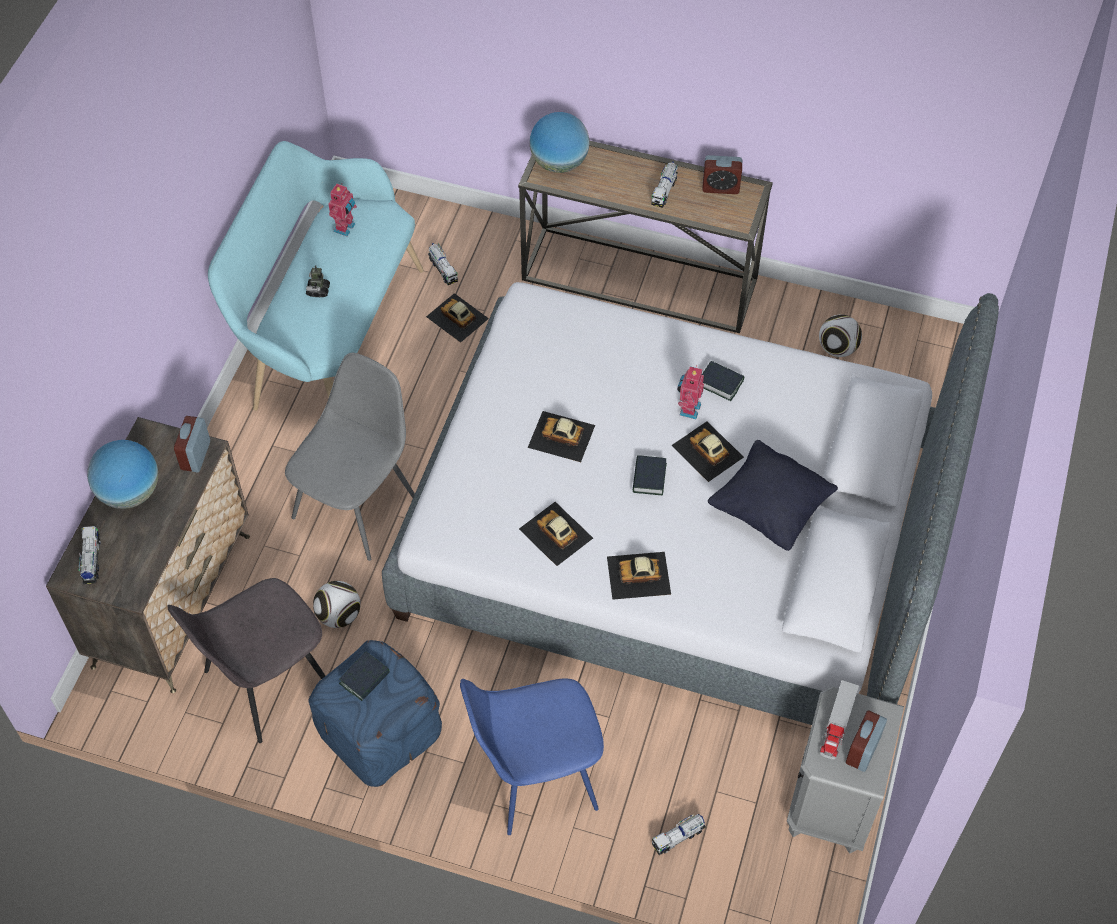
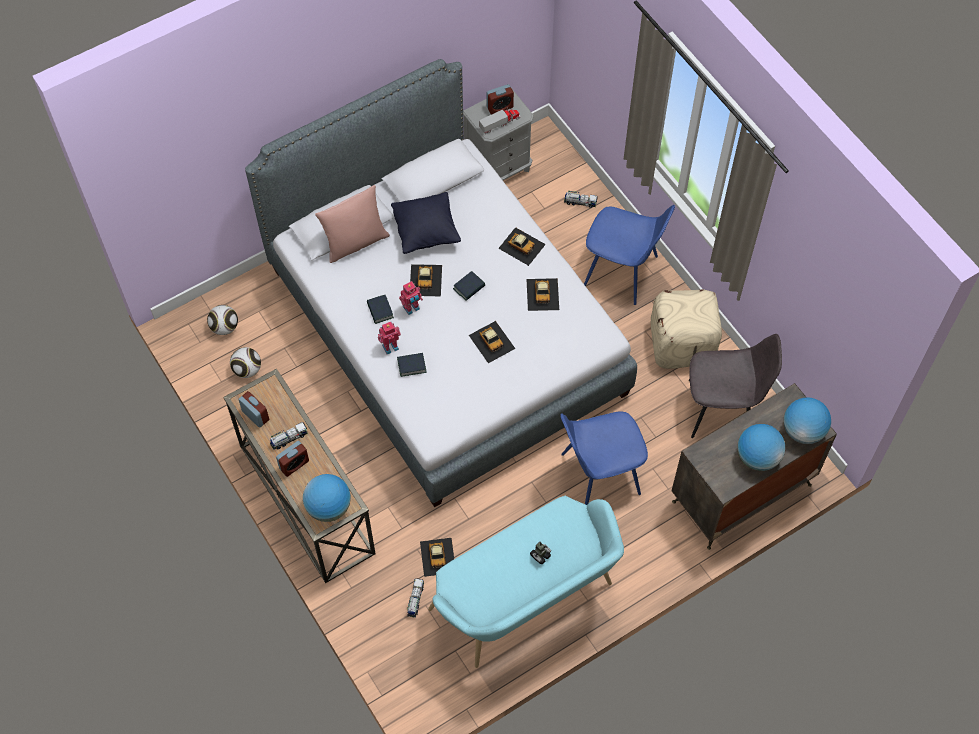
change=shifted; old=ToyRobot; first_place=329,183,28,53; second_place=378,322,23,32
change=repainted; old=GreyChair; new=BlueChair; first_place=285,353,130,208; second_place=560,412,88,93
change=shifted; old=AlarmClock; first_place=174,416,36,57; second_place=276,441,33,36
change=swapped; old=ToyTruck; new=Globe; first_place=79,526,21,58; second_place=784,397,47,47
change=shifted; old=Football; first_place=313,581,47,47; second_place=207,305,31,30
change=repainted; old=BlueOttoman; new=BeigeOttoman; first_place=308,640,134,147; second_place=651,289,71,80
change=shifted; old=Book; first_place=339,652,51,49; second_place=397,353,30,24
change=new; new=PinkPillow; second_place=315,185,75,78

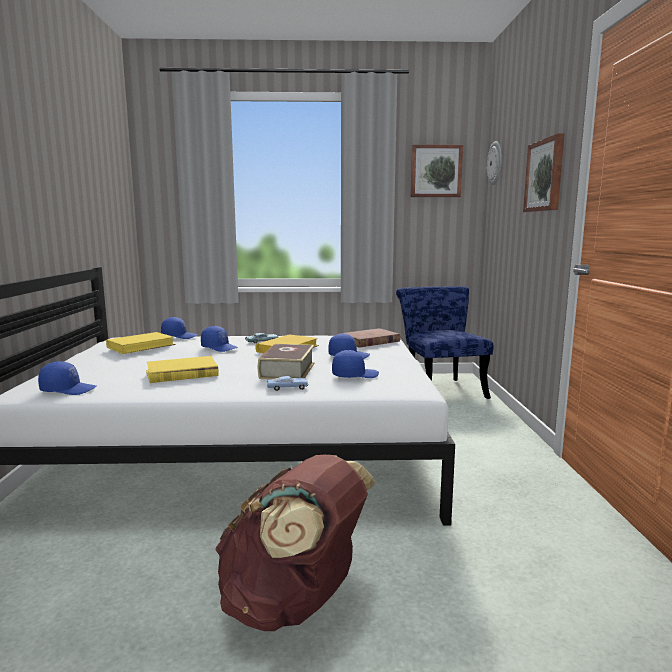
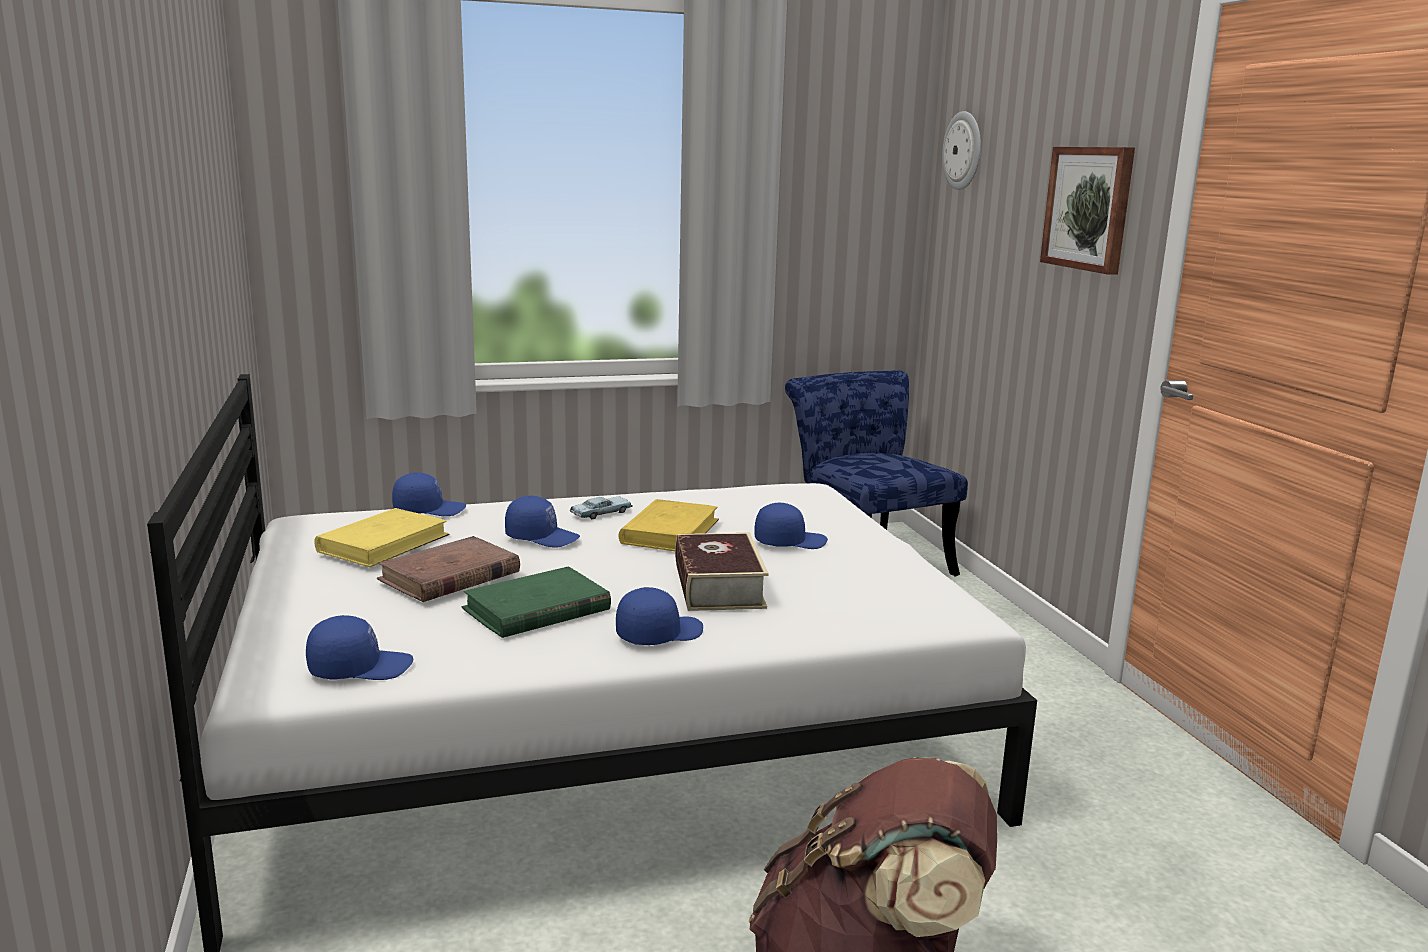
change=gone; old=Picture; first_place=410,145,53,52
change=shifted; old=BrownBook; first_place=340,328,61,20; second_place=377,536,143,66
change=shifted; old=BlueCap; first_place=332,350,47,28; second_place=616,587,87,58
change=repainted; old=YellowBook; new=GreenBook; first_place=146,356,73,27; second_place=462,567,149,71
change=gone; old=BlueToyCar; first_place=267,376,41,15

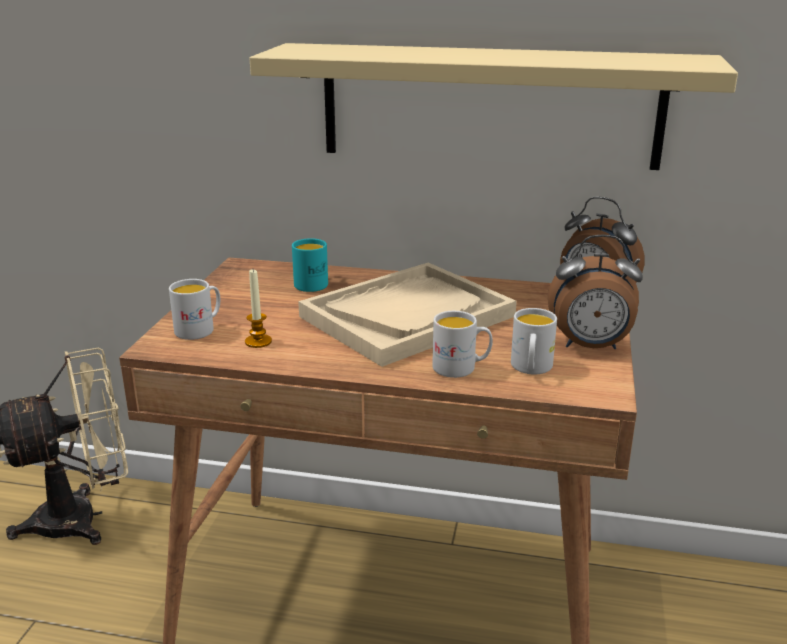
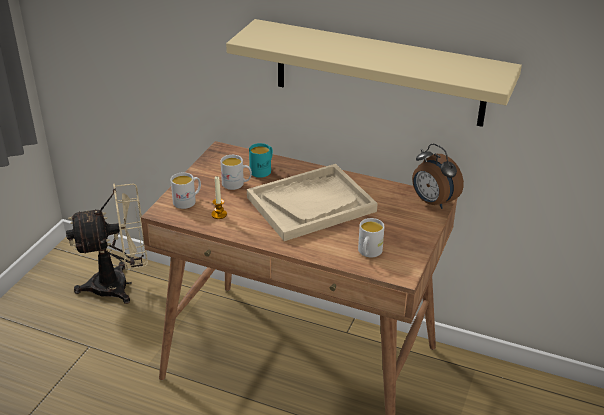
change=gone; old=AlarmClock; first_place=548,235,95,114
change=shifted; old=WhiteMug; first_place=432,311,61,67; second_place=221,155,31,35

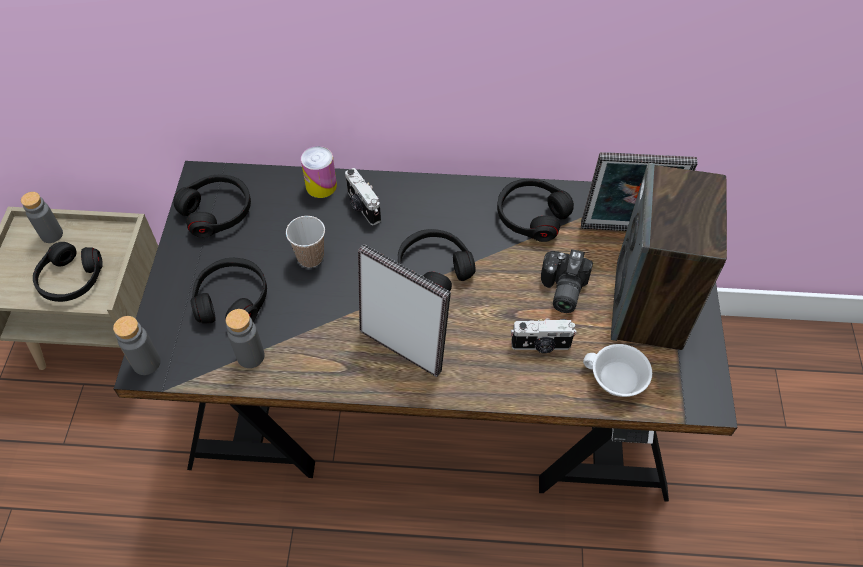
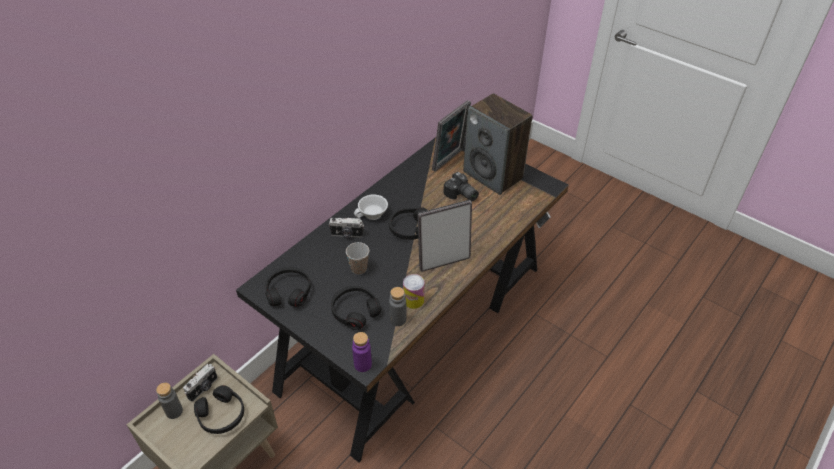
change=shifted; old=Can; first_place=301,146,36,52; second_place=403,274,22,35
change=gone; old=BlackHeadphones; first_place=497,179,77,63
change=repainted; old=GreyBottle; new=PurpleBottle; first_place=113,316,48,59; second_place=352,332,20,40
change=shifted; old=PhotoCamera; first_place=511,318,66,35; second_place=183,364,35,38
change=shifted; old=WhiteCup; first_place=583,344,69,53; second_place=354,195,34,25

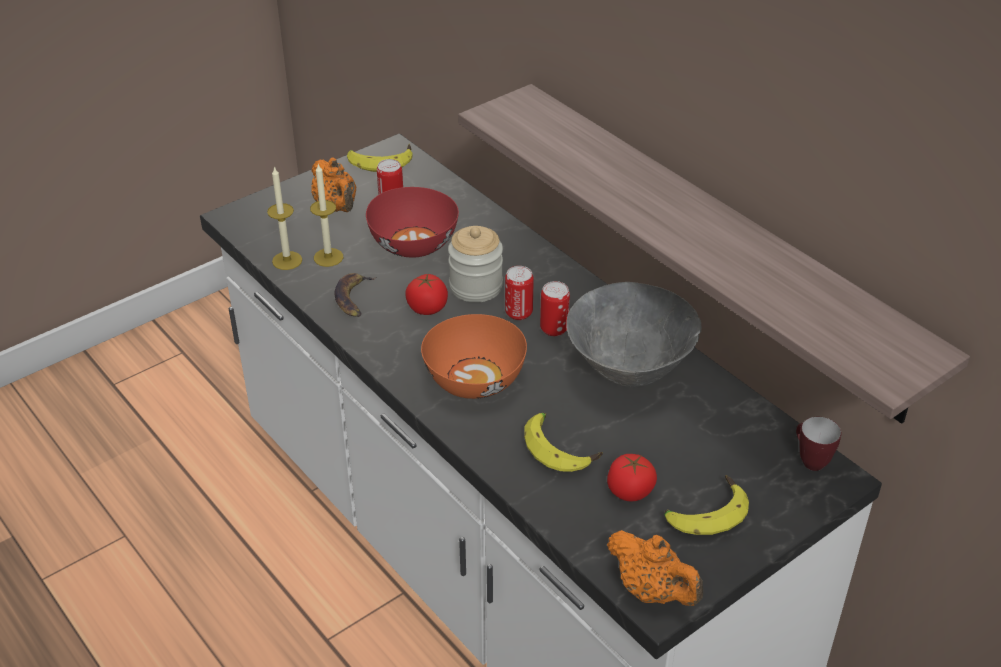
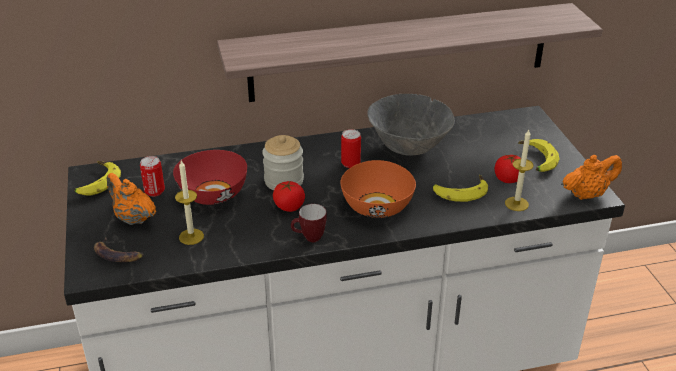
change=rotated; old=OrangeTeapot; first_place=311,158,45,54; second_place=107,173,49,52; degrees=-135
change=shifted; old=Candle; first_place=267,166,35,104; second_place=505,130,29,81
change=gone; old=Can; first_place=505,266,29,54
change=shifted; old=Banana; first_place=334,273,42,44; second_place=94,237,50,25
change=shifted; old=Mug; first_place=796,417,45,54; second_place=291,204,36,38

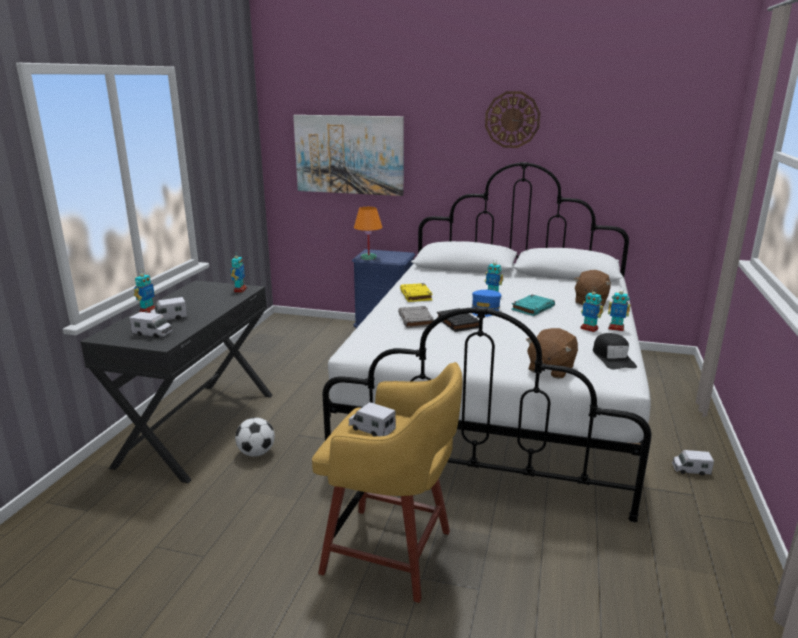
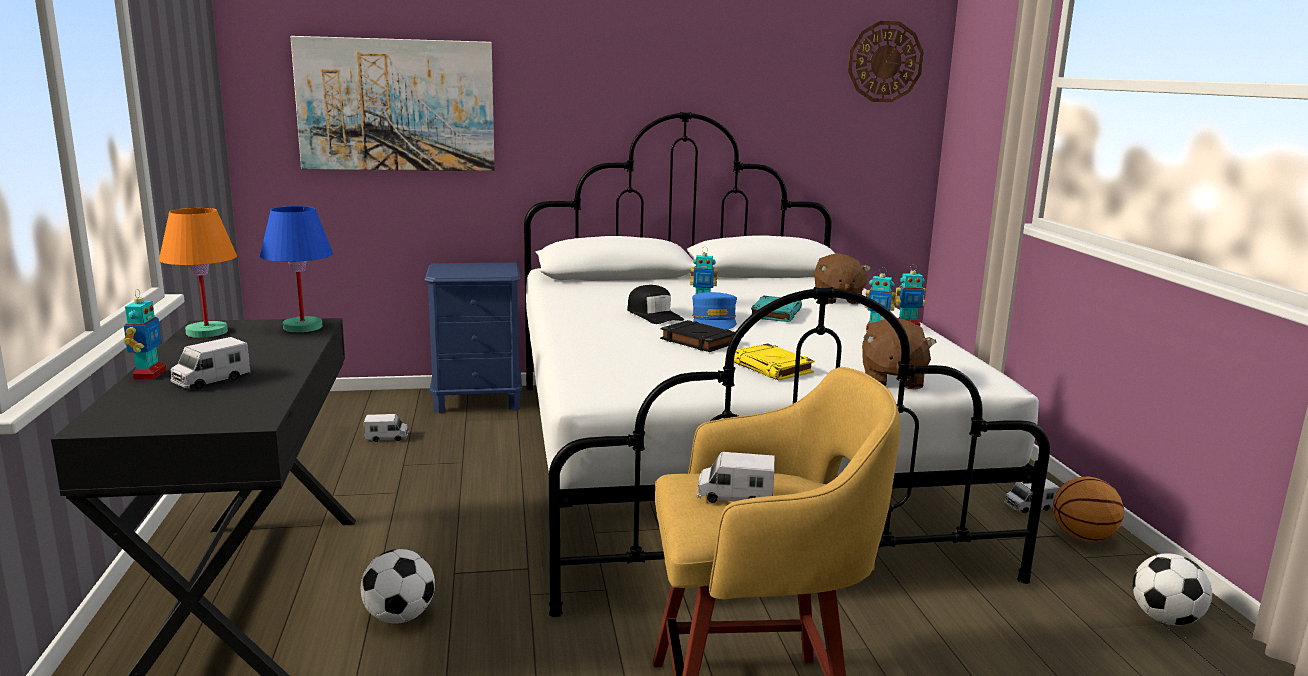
change=shifted; old=WallClock; first_place=485,91,55,57; second_place=848,21,76,81
change=shifted; old=OrangeTableLamp; first_place=354,207,28,53; second_place=159,208,78,130
change=swapped; old=ToyRobot; new=BlueTableLamp; first_place=231,253,16,40; second_place=260,206,73,126
change=shifted; old=YellowBook; first_place=400,283,33,19; second_place=734,343,81,37
change=gone; old=GreyBook; first_place=398,306,36,22
change=shifted; old=ToyTruck; first_place=130,312,42,26; second_place=364,414,45,28
change=shifted; old=BlackCap; first_place=593,333,44,36; second_place=627,285,57,39
change=new; new=Basketball; second_place=1053,476,71,66
change=new; new=Football; second_place=1133,554,79,71

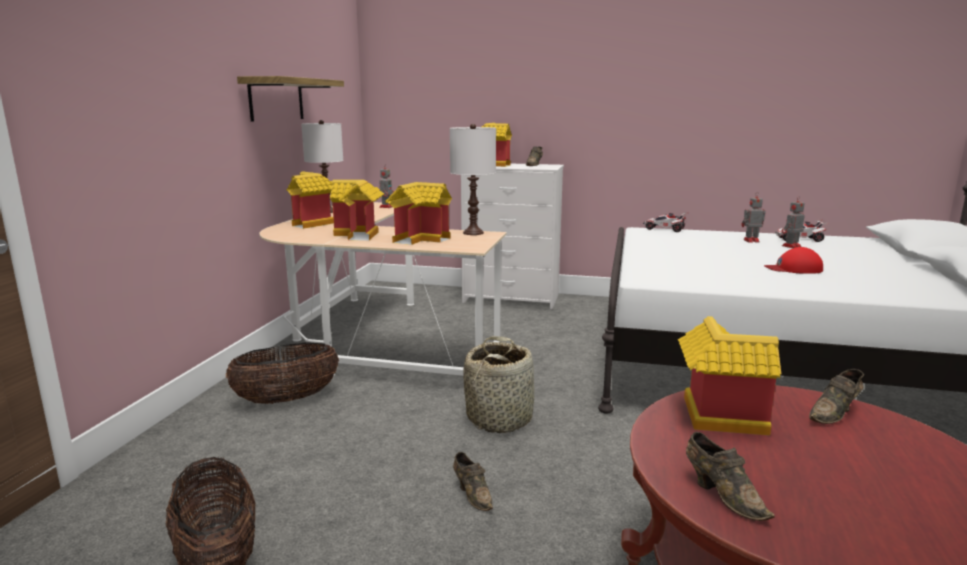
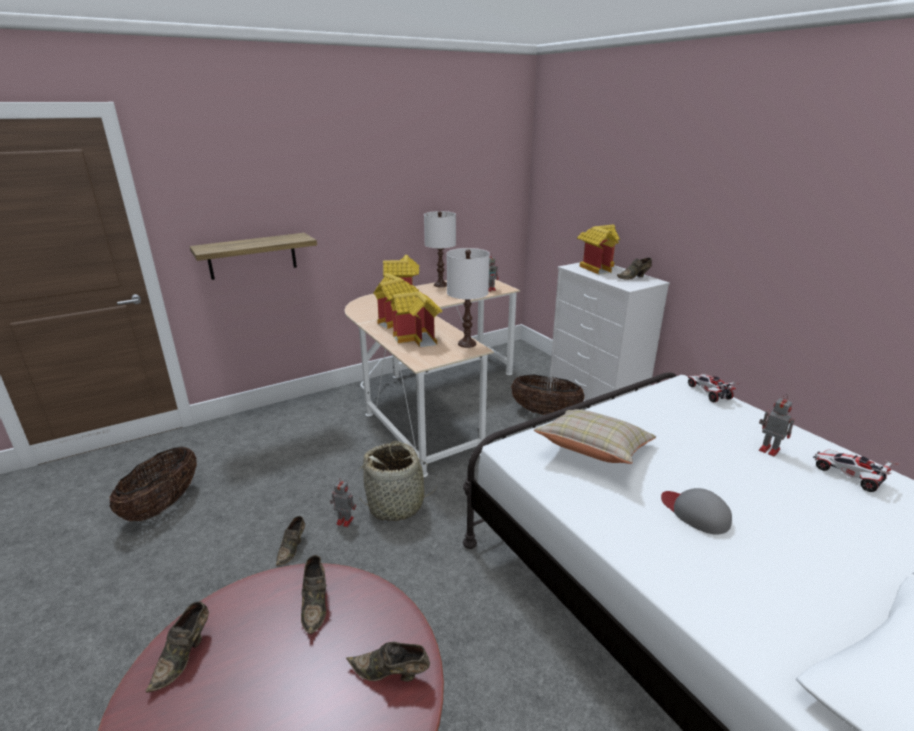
change=shifted; old=Shelf; first_place=237,76,107,46; second_place=190,233,127,47
change=shifted; old=ToyRobot; first_place=782,197,23,51; second_place=330,478,26,49
change=repainted; old=RedCap; new=GreyCap; first_place=764,247,59,27; second_place=661,488,71,47
change=swapped; old=ToyHouse; new=BrownShoe; first_place=678,316,103,120; second_place=301,555,26,80
change=shifted; old=Basket; first_place=226,342,113,62; second_place=511,374,73,41
change=new; new=BeigePillow; second_place=534,409,122,55

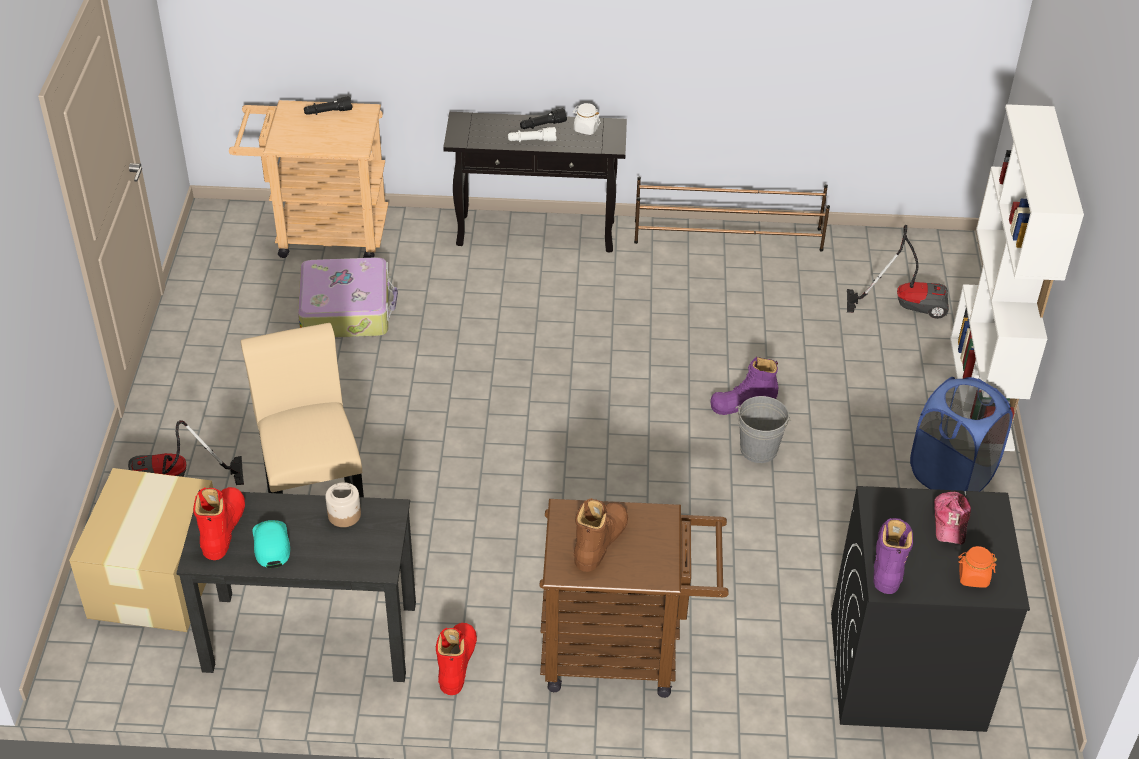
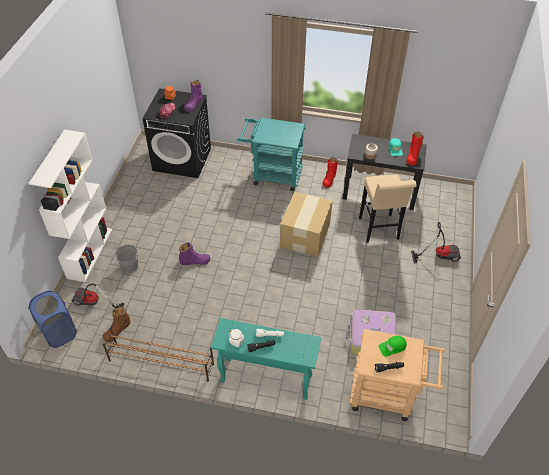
change=repainted; old=BlackConsoleTable; new=TurquoiseConsoleTable; first_place=443,112,184,140; second_place=211,318,110,82
change=shifted; old=BlueLaundryBasket; first_place=910,377,103,115; second_place=28,291,49,57
change=shifted; old=GreyBucket; first_place=735,396,57,67; second_place=115,244,23,29
change=shifted; old=CardboardBox; first_place=69,468,144,164; second_place=280,192,53,65
change=shifted; old=BrownBoot; first_place=573,498,55,74; second_place=103,306,28,36
change=repainted; old=BrownCart; new=TurquoiseCart; first_place=540,499,189,199; second_place=237,118,69,73
change=new; new=GreenCap; second_place=379,336,28,21

